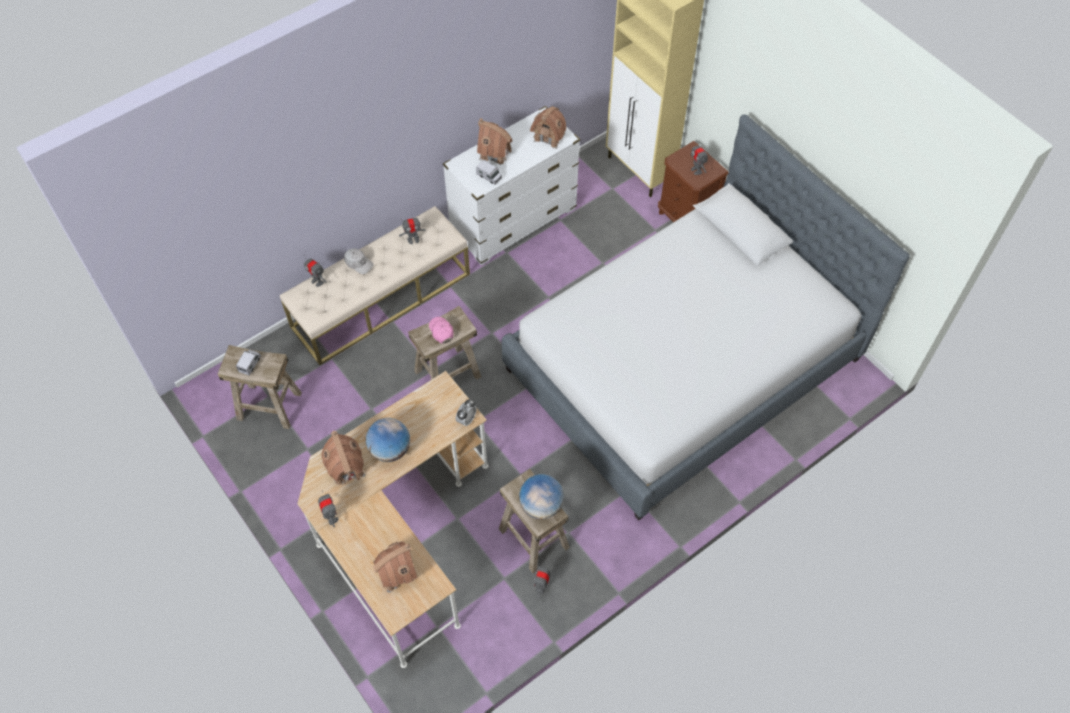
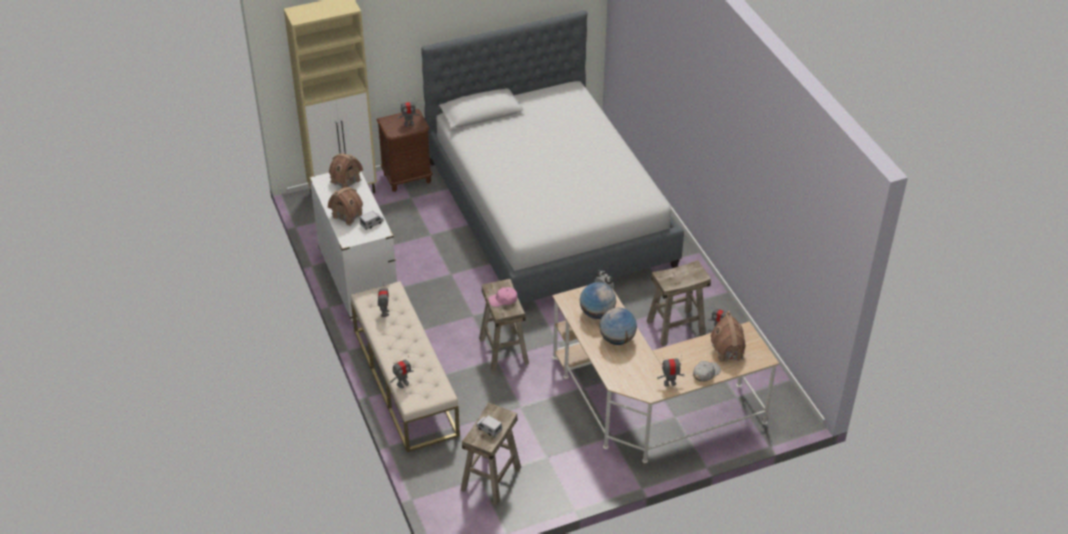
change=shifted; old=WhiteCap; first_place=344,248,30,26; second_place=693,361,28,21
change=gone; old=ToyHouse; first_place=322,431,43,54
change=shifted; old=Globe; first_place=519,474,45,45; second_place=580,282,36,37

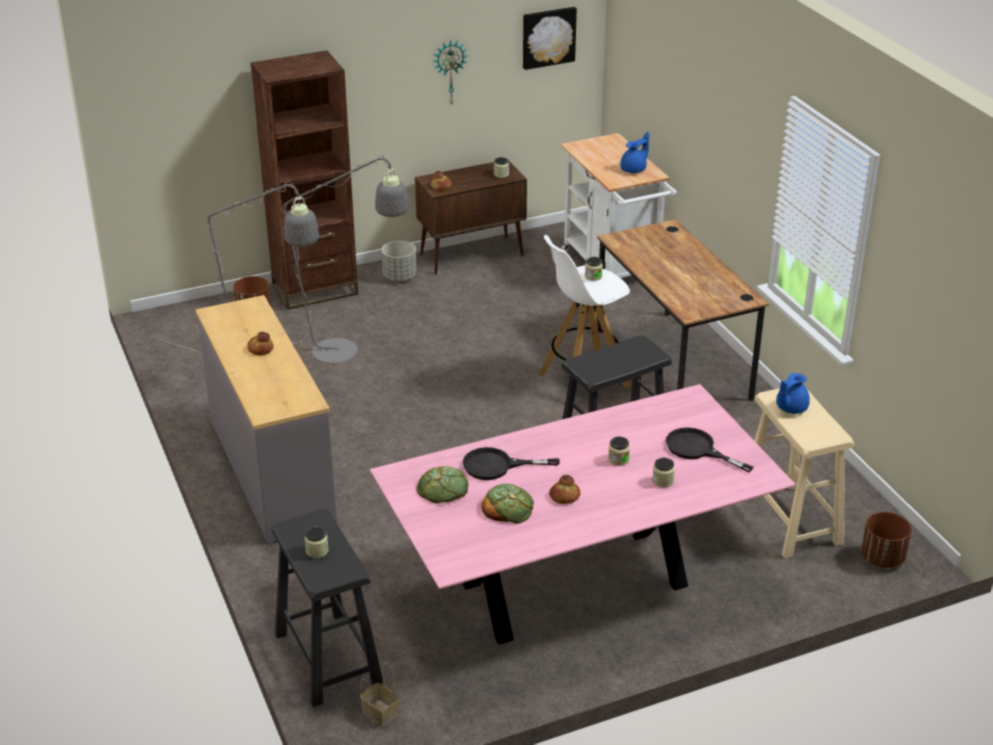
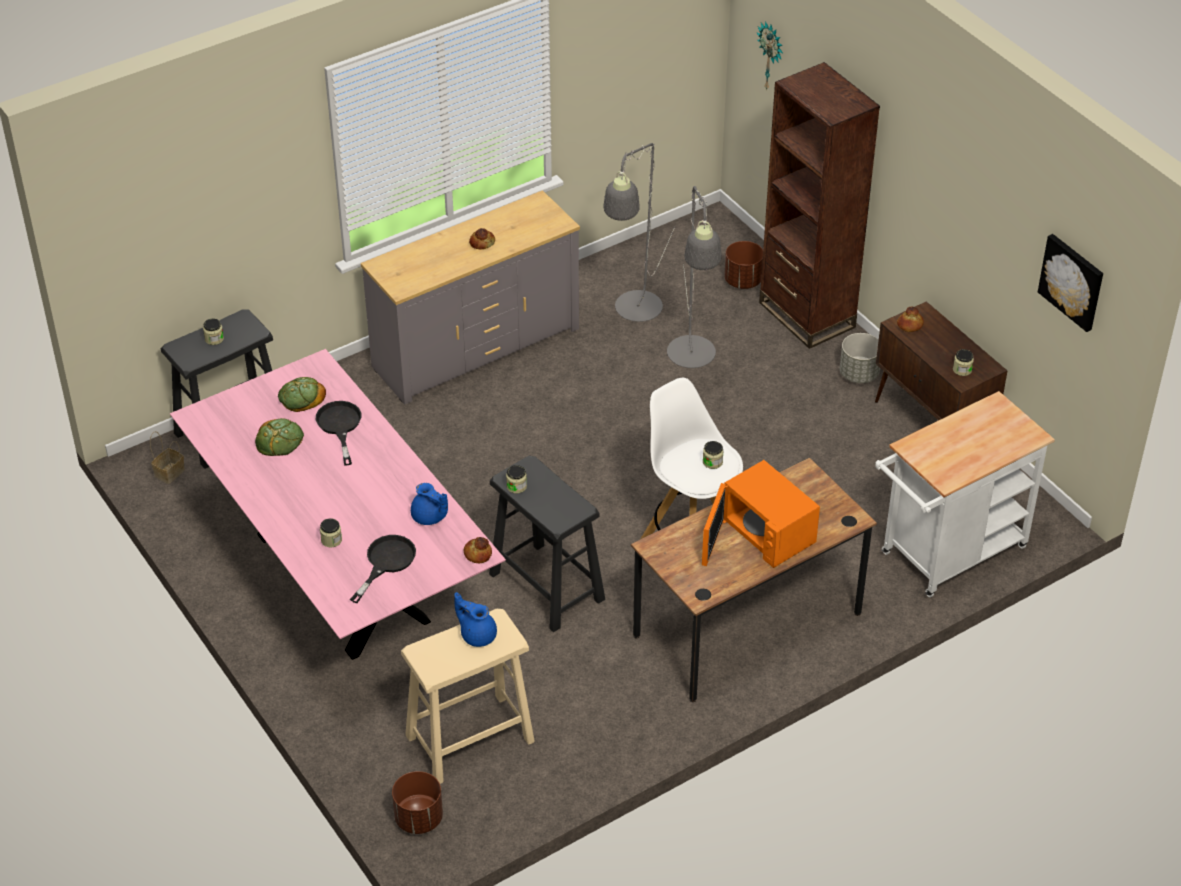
change=shifted; old=WallClock; first_place=433,40,36,66; second_place=756,21,27,70
change=shifted; old=BlueTeapot; first_place=621,132,28,41; second_place=411,483,37,42
change=shifted; old=Jar; first_place=608,437,22,29; second_place=506,465,21,28
change=shifted; old=Bread; first_place=549,475,31,29; second_place=464,537,28,27
change=new; new=OrangeMicrowave; second_place=702,460,118,108

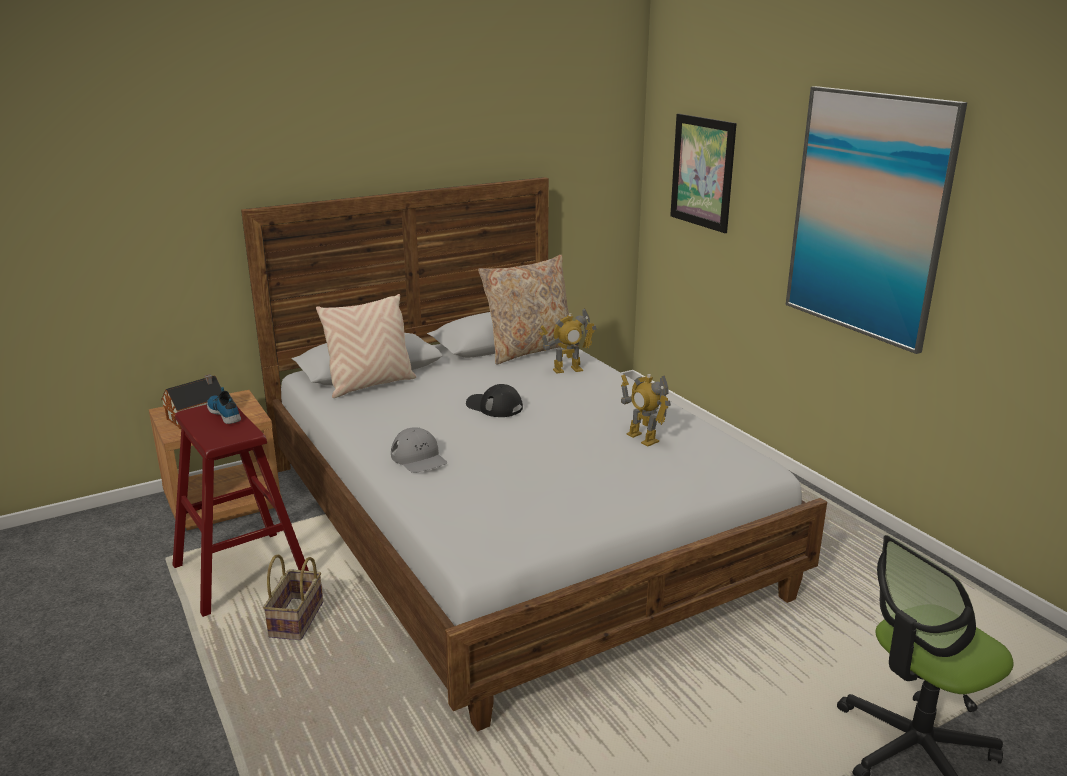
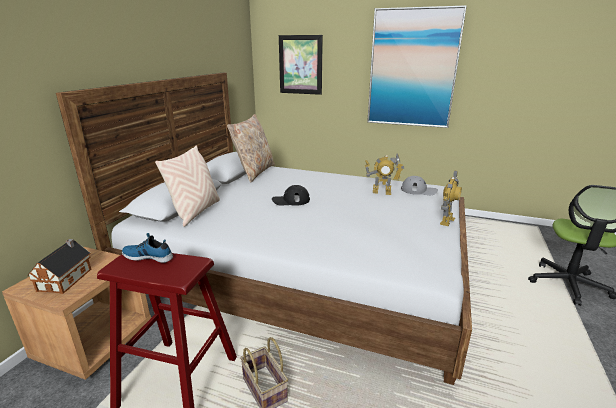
change=shifted; old=ToyRobot; first_place=539,308,58,66; second_place=440,170,22,56
change=shifted; old=GreyCap; first_place=391,427,56,46; second_place=401,176,37,19

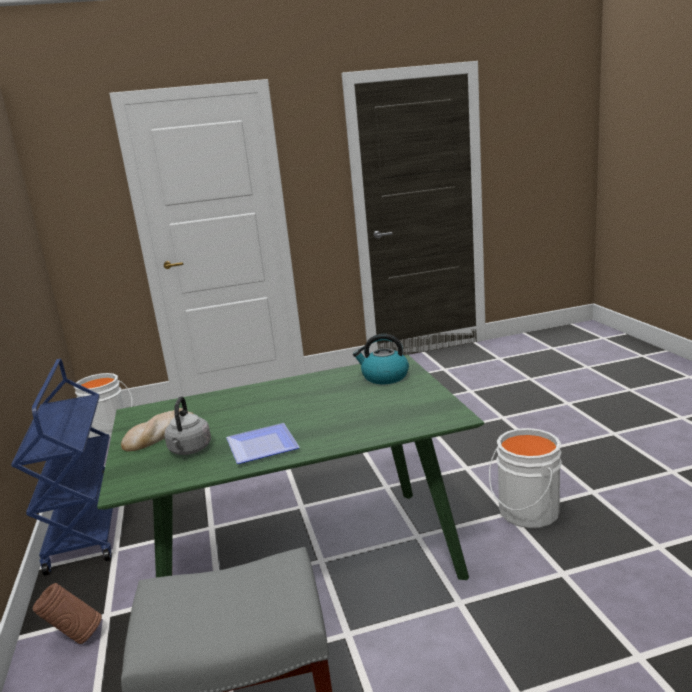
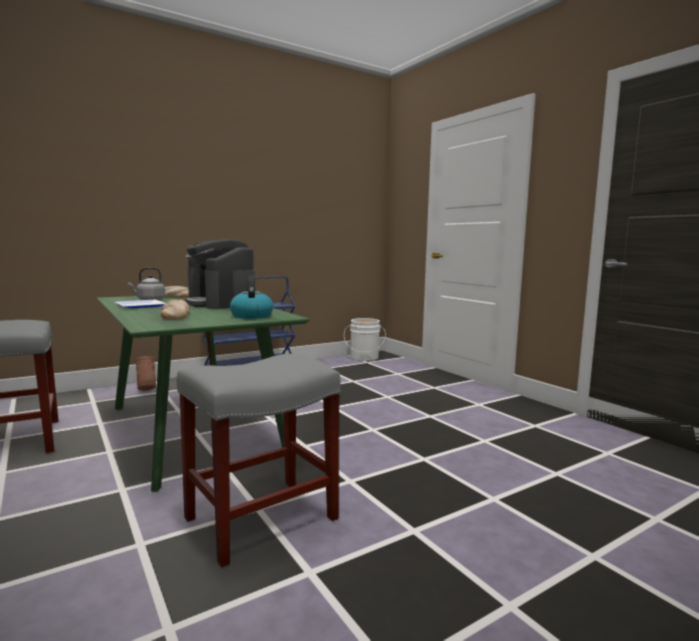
change=swapped; old=WhiteBucket; new=GreyStool; first_place=489,428,73,100; second_place=177,354,164,213
change=new; new=CoffeeMachine; second_place=184,239,71,70
change=new; new=Bread; second_place=161,300,29,20

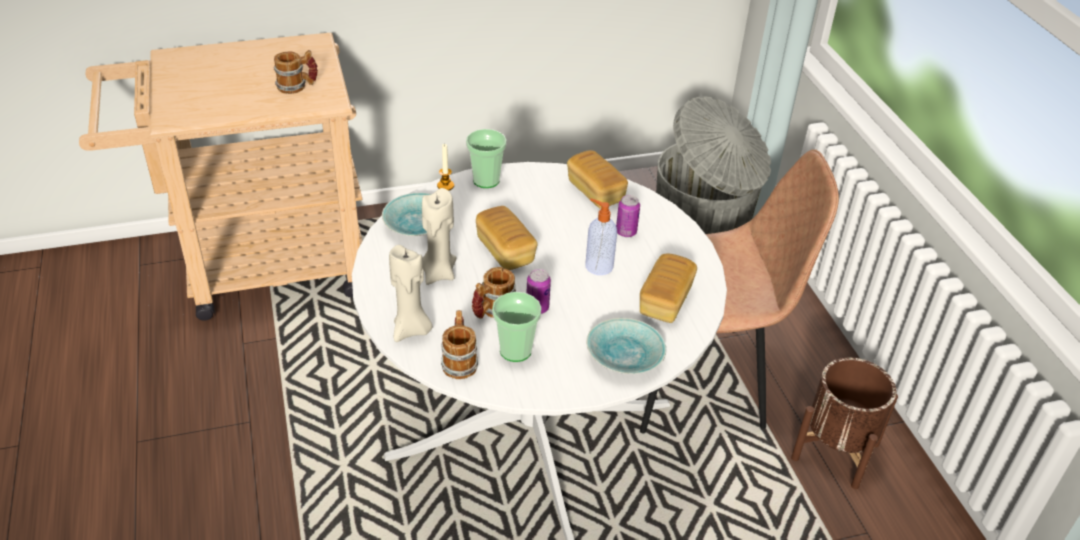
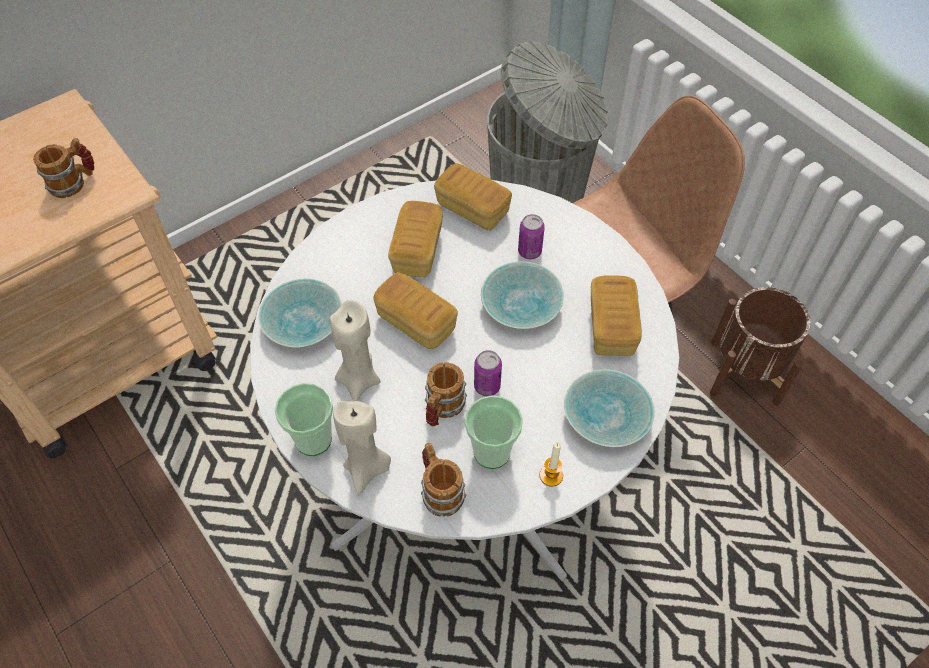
change=shifted; old=Cup; first_place=466,129,41,59; second_place=275,383,58,73
change=shifted; old=Candle; first_place=437,144,17,47; second_place=540,442,23,45
change=swapped; old=SoapDispenser; new=TurquoiseBowl; first_place=585,198,32,77; second_place=481,261,83,68
change=new; new=Bread; second_place=388,201,55,76

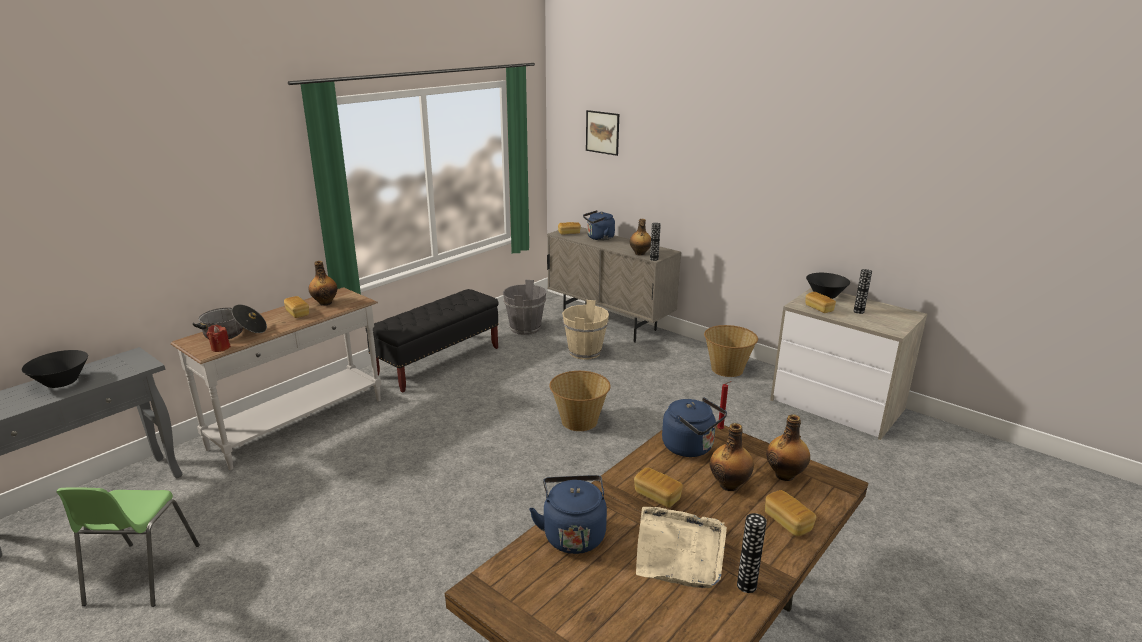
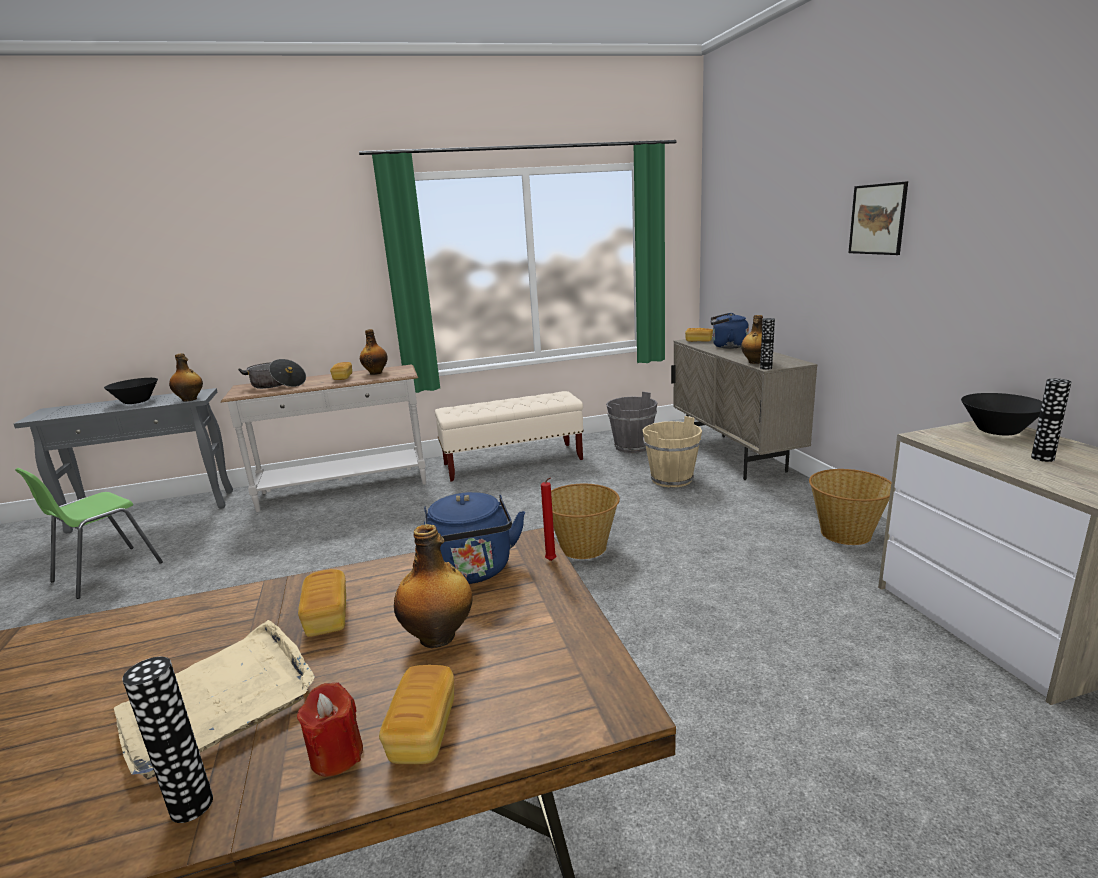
change=shifted; old=Picture; first_place=586,110,33,46; second_place=848,181,60,74
change=repainted; old=BlackBench; new=BeigeBench; first_place=366,289,133,104; second_place=435,391,149,90
change=gone; old=Bread; first_place=806,292,30,21
change=shifted; old=RedCandle; first_place=207,325,24,27; second_place=297,682,66,95
change=shifted; old=Bottle; first_place=766,414,44,67; second_place=169,353,34,49
change=gone; old=BlueKettle; first_place=529,475,78,79

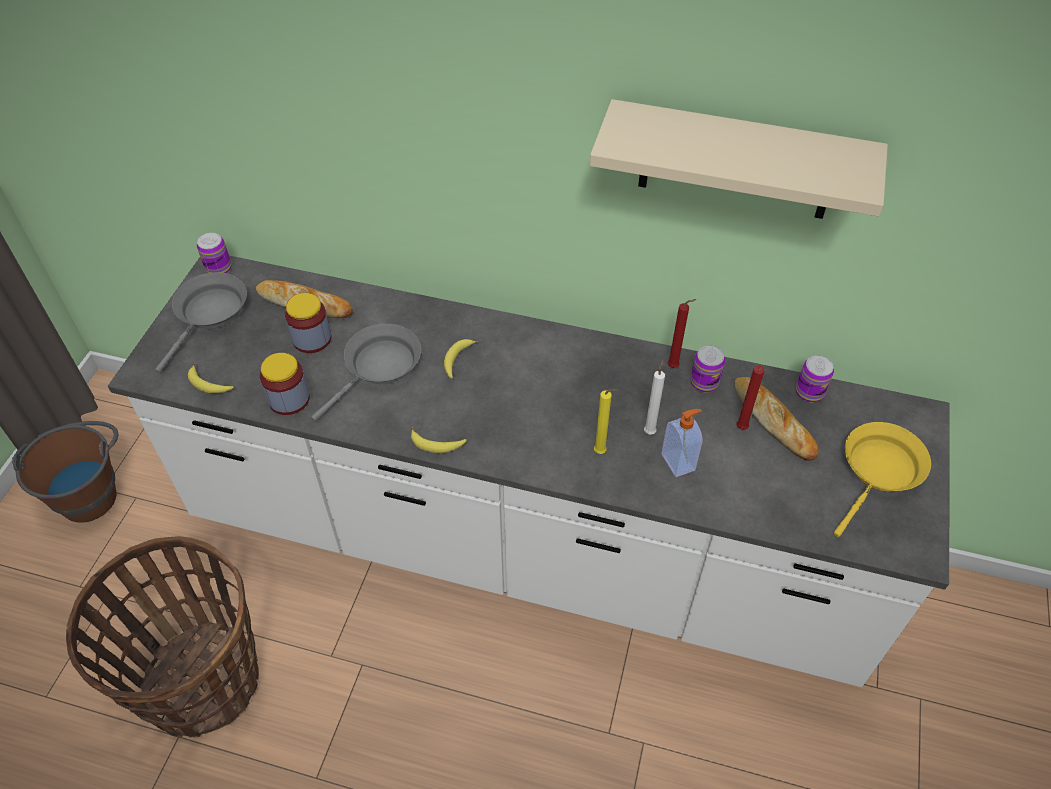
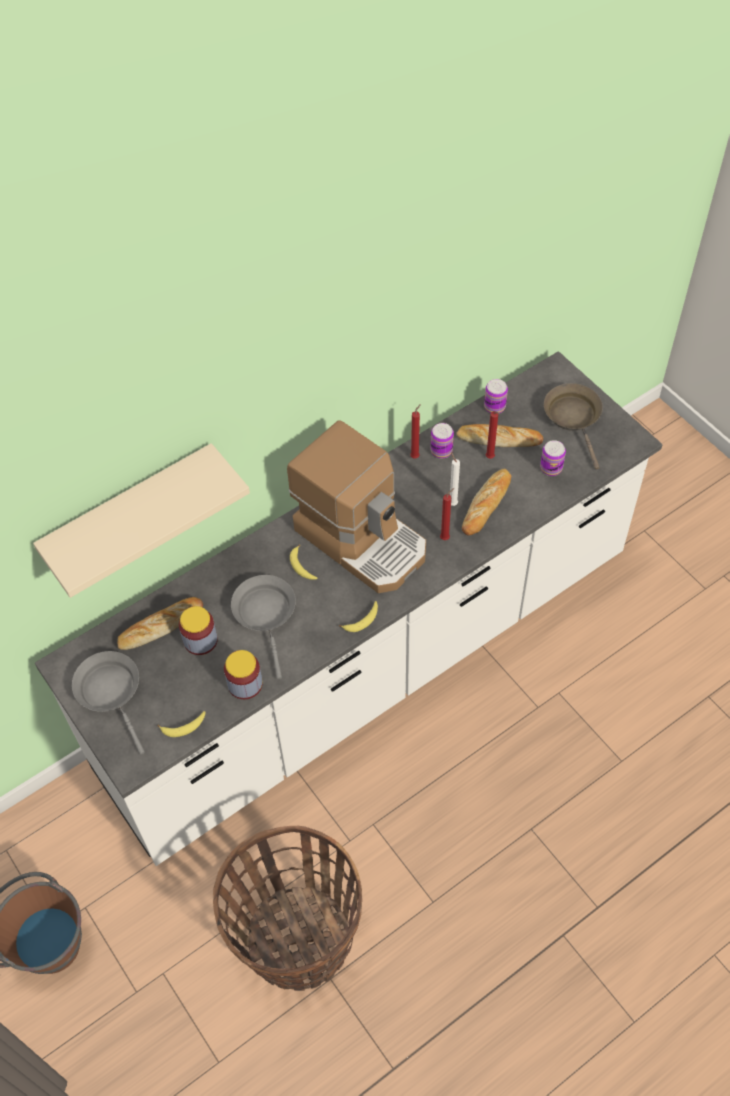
change=shifted; old=BeigeShelf; first_place=590,99,298,120; second_place=33,443,217,155
change=shifted; old=Can; first_place=197,233,34,41; second_place=540,440,26,36
change=repainted; old=YellowCandle; new=RedCandle; first_place=594,389,24,65; second_place=440,488,14,52
change=swapped; old=SoapDispenser; new=Bread; first_place=662,409,41,68; second_place=462,469,50,67
change=repainted; old=YellowFryingPan; new=BrownFryingPan; first_place=834,422,97,115; second_place=544,383,59,86
change=new; new=CoffeeMachine; second_place=287,420,139,173

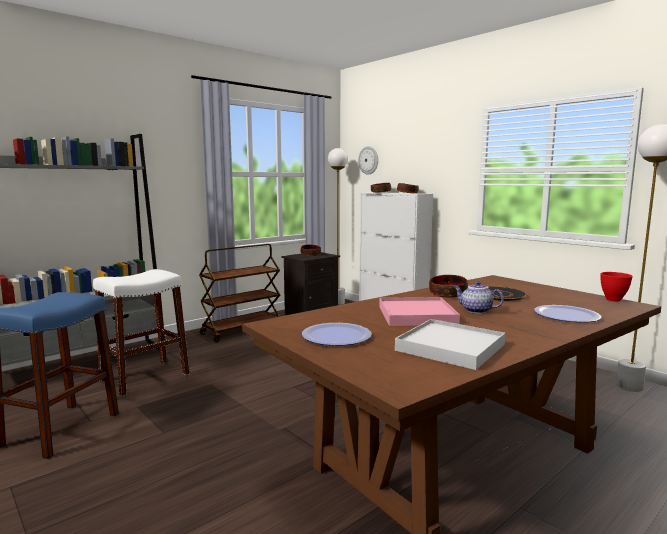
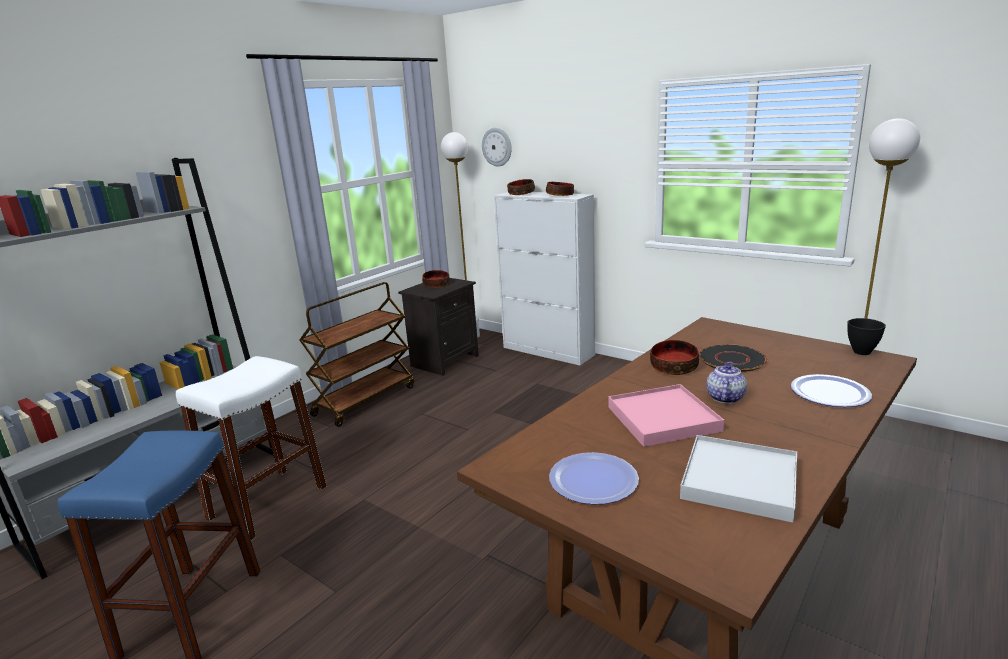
change=repainted; old=RedBowl; new=BlackBowl; first_place=600,272,33,30; second_place=847,318,39,37
change=rotated; old=Teapot; first_place=453,281,51,32; second_place=706,361,41,43; degrees=90

